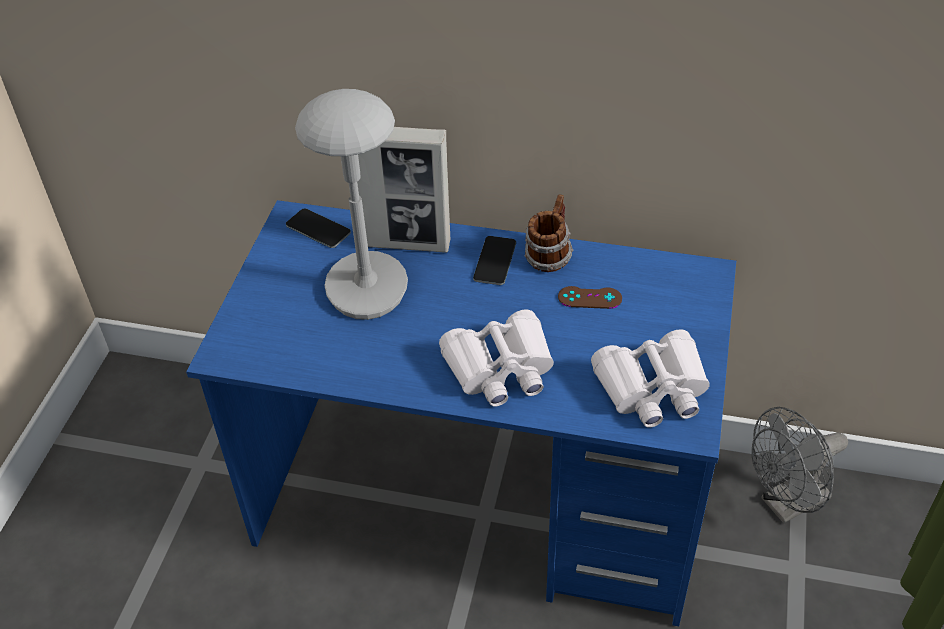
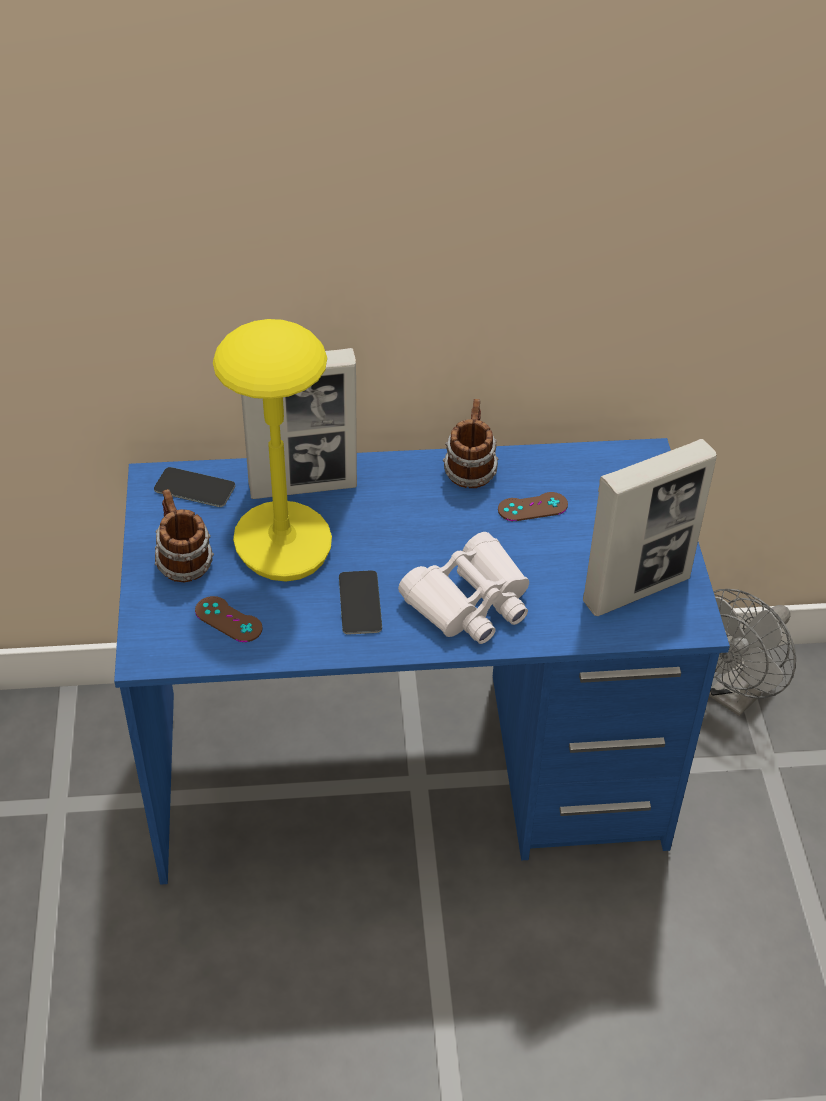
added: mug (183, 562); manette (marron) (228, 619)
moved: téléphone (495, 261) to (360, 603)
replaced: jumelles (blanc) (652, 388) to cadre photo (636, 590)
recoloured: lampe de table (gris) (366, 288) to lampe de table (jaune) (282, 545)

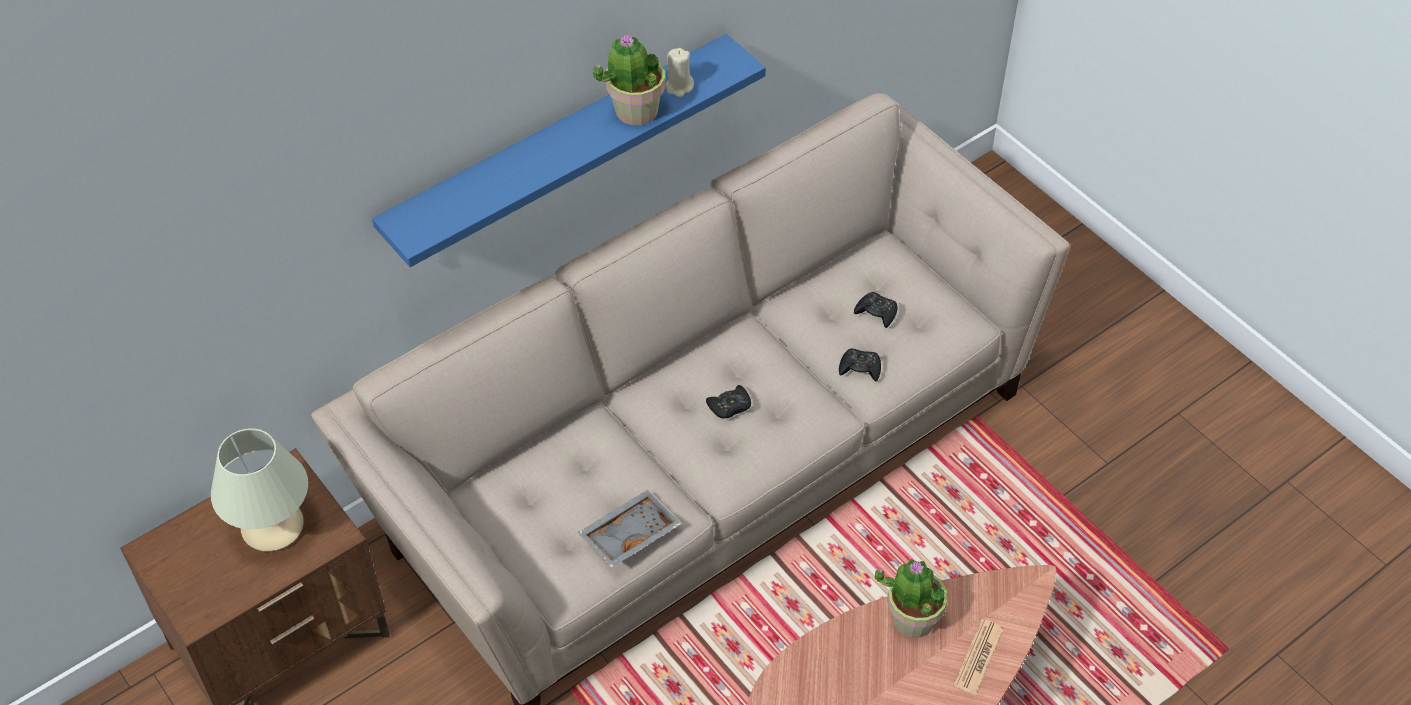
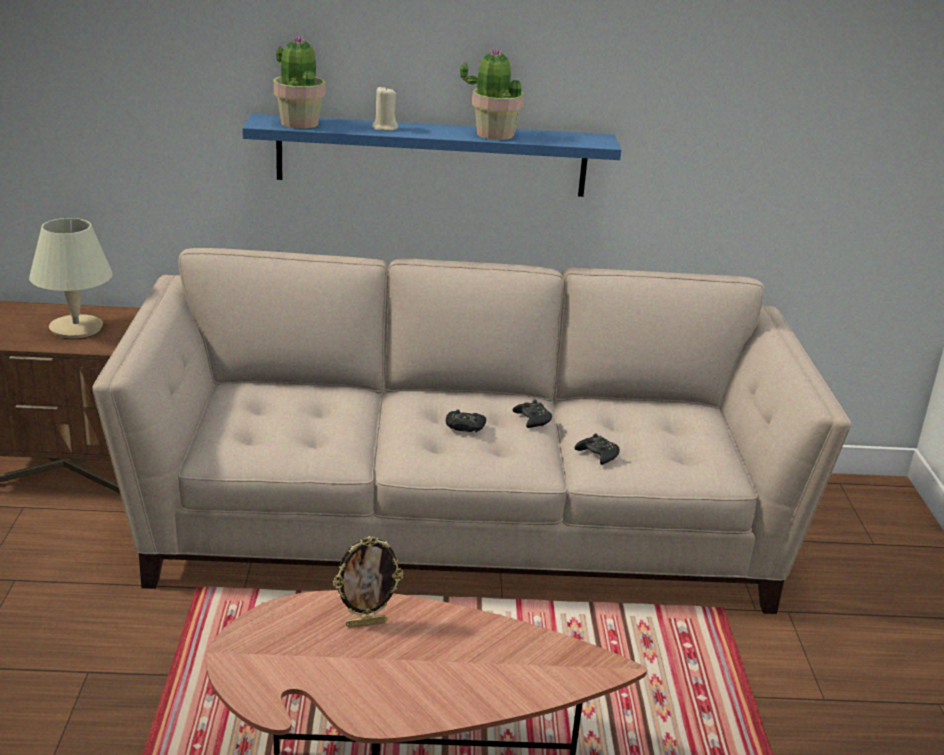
removed: plateau (gris) (628, 534); journal (978, 657)
added: cadre photo (366, 623)
moved: bougie (beige) (679, 87) to (384, 128); manette (noir) (876, 312) to (532, 419); plante en pot (912, 618) to (299, 123)

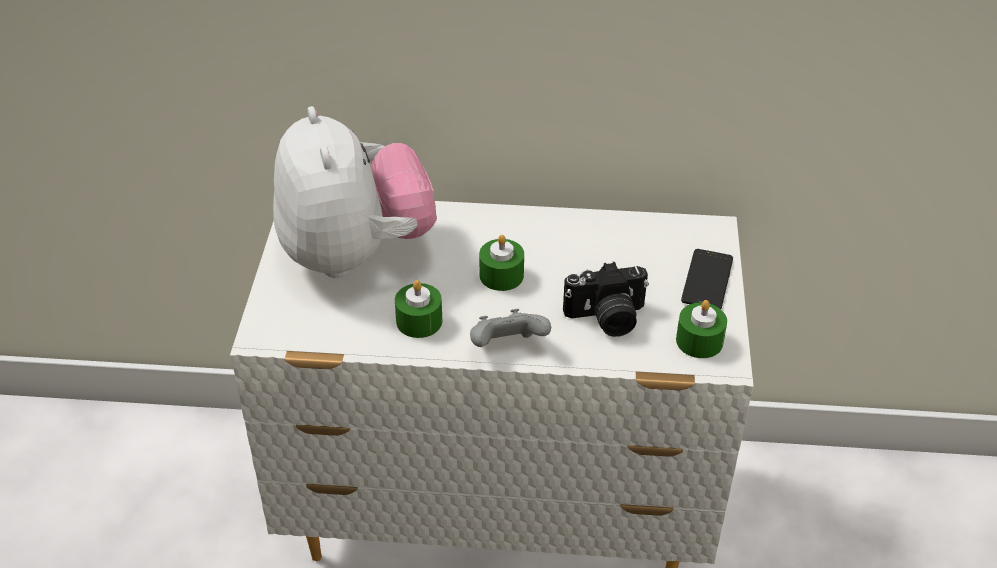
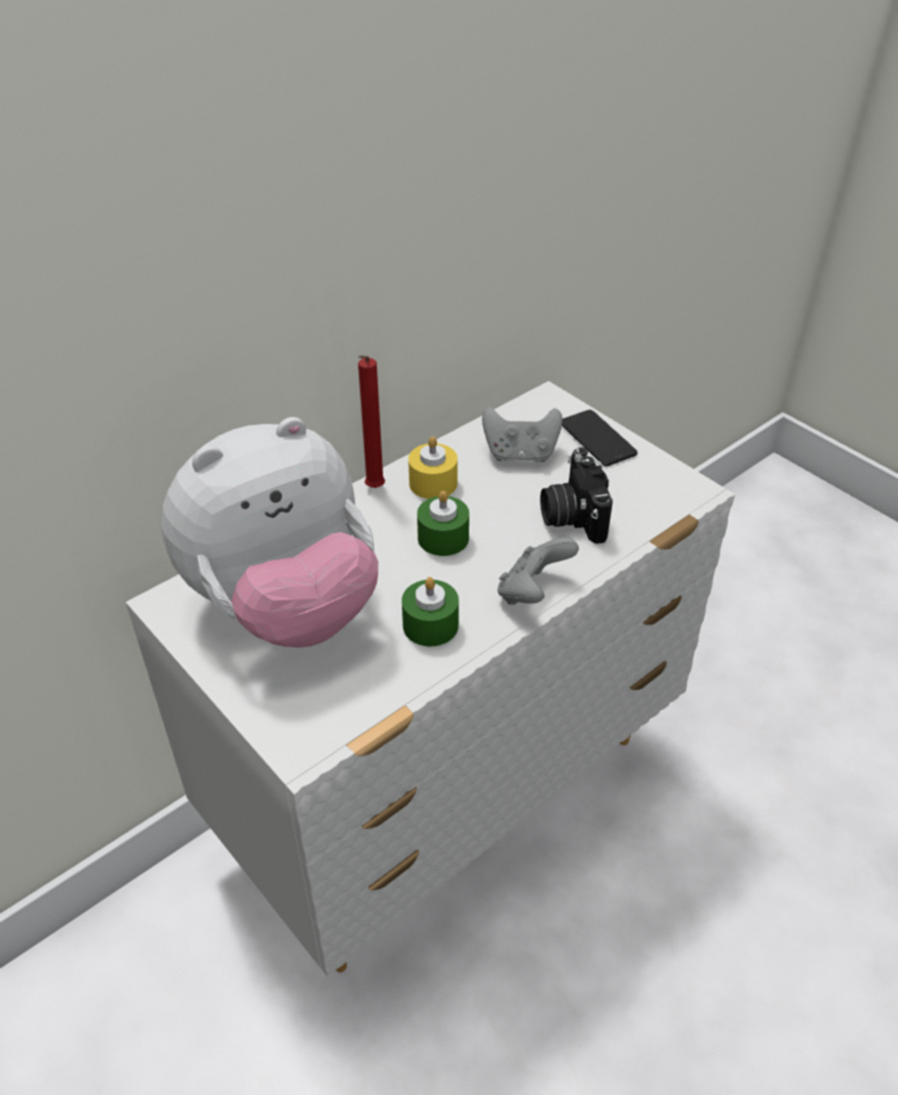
removed: bougie (vert) (699, 341)
added: bougie (rouge) (373, 490); manette (gris) (520, 454); bougie (jaune) (433, 483)
turned: peluche (355, 253) = (285, 607) 120 degrees clockwise; appareil photo (606, 318) = (572, 515) 135 degrees clockwise

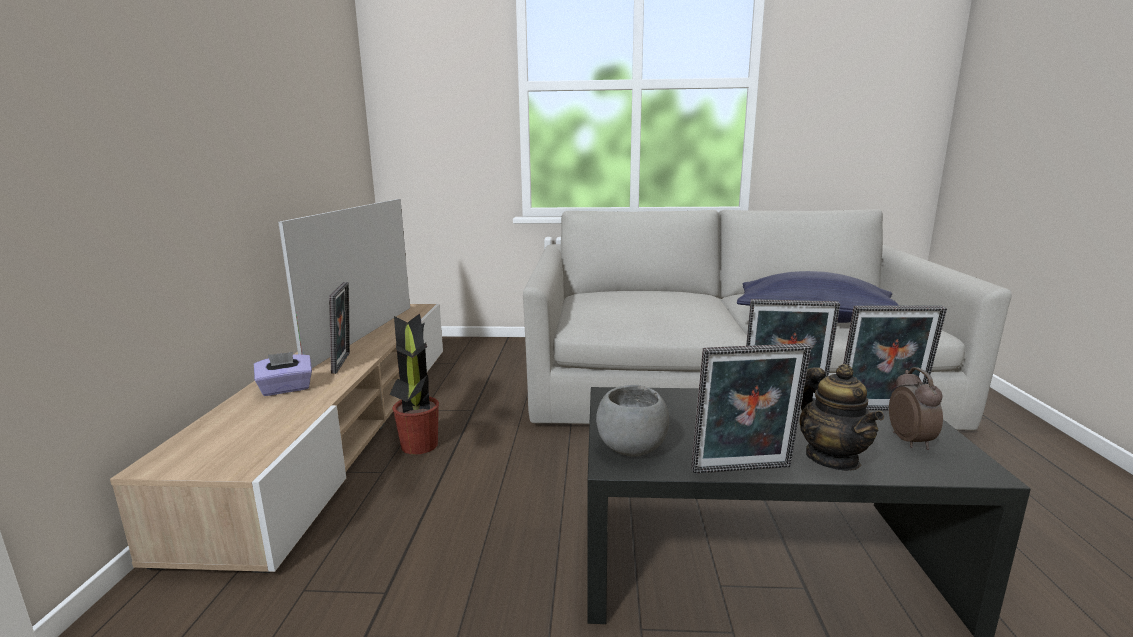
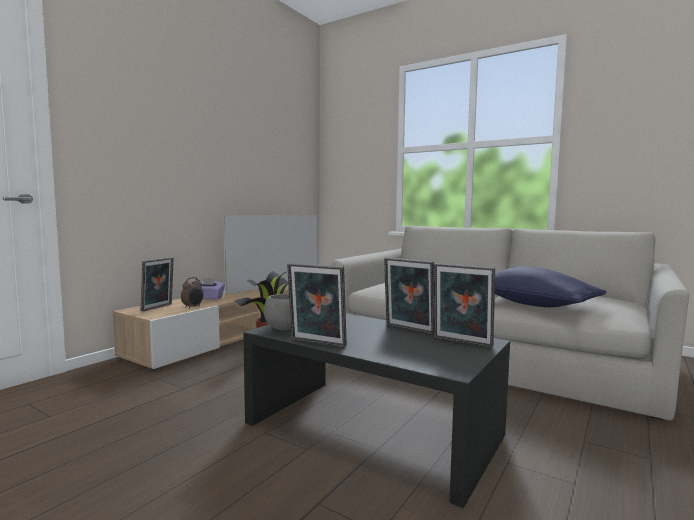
removed: théière (832, 458)
moved: cadre photo (344, 363) to (158, 307); réveil (910, 441) to (193, 307)

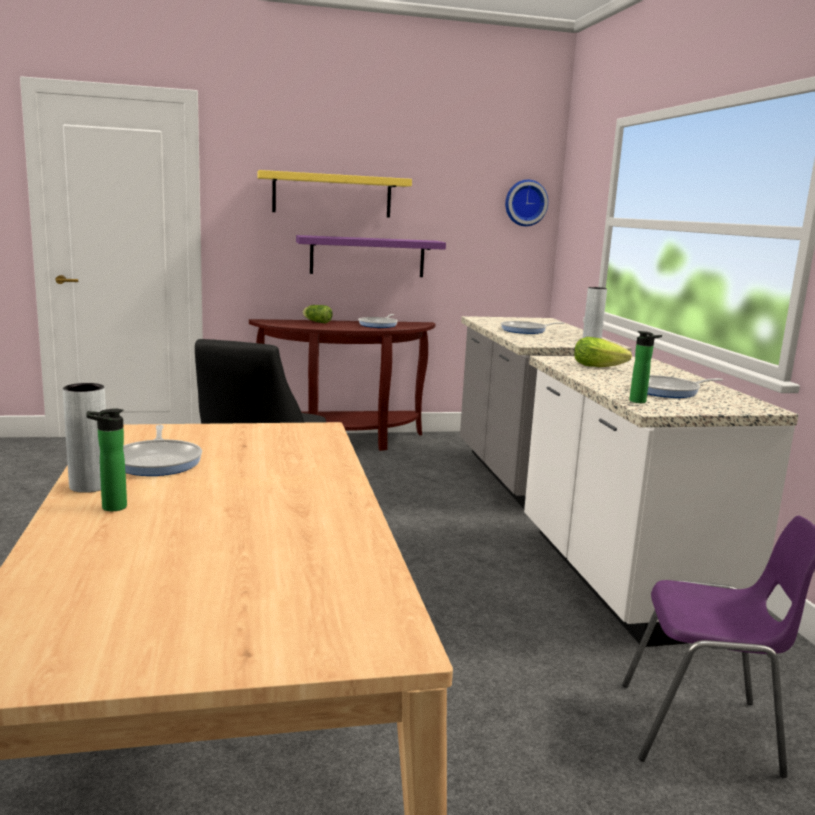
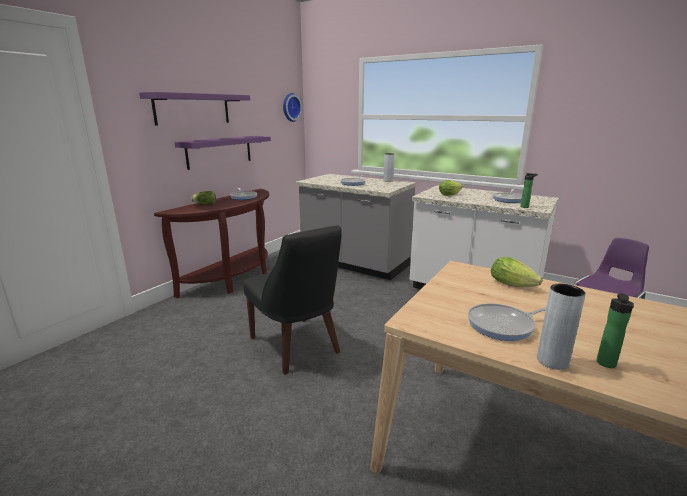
added: laitue (514, 285)
recoloured: étagère (jaune) (332, 195) to étagère (violet) (193, 109)
turned: poêle (158, 461) = (503, 325) 135 degrees clockwise

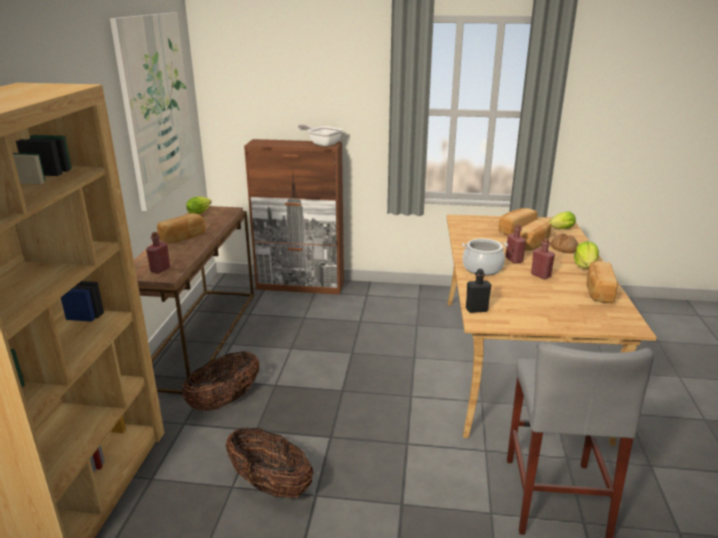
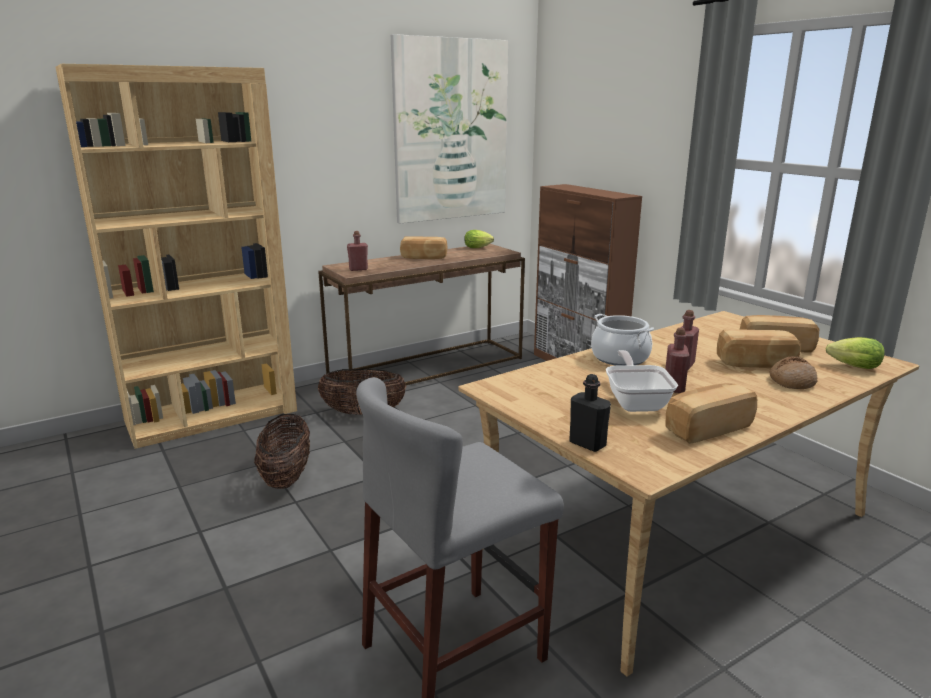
removed: laitue (585, 266)
moved: poêle (322, 143) to (636, 402); bouteille (noir) (476, 309) to (587, 444)

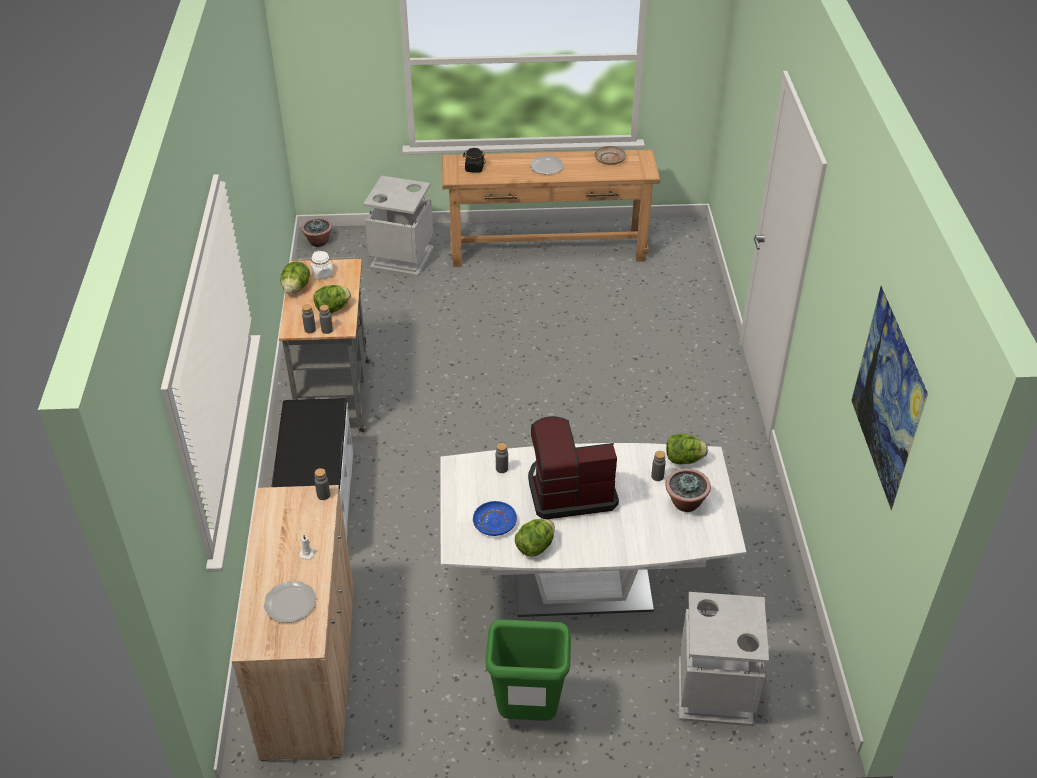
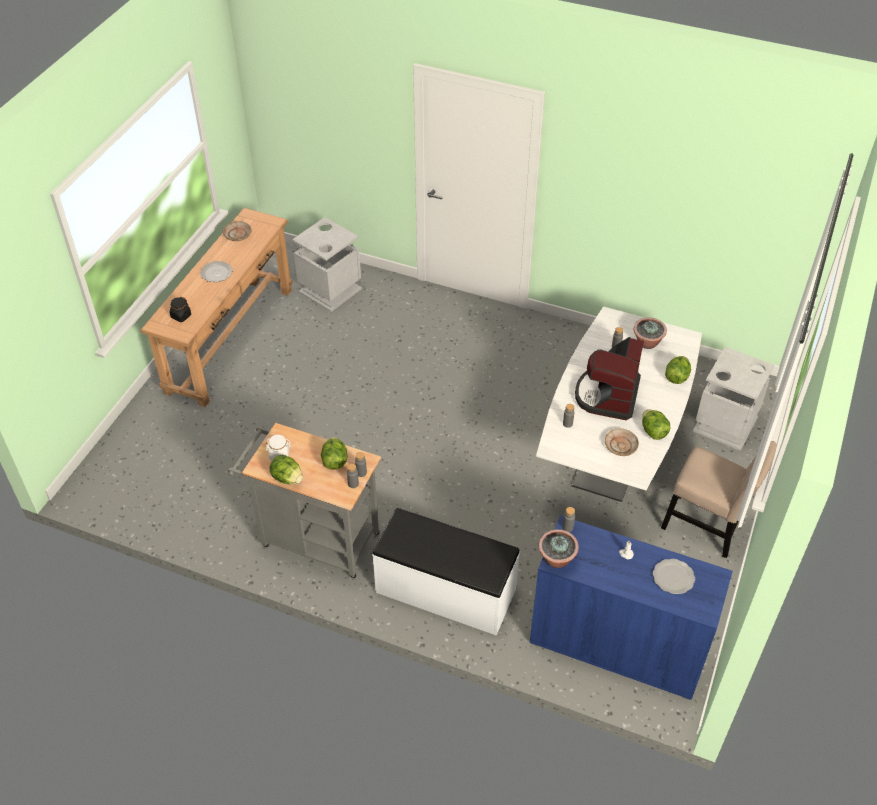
removed: tableau (878, 426)
moved: poubelle (gris) (403, 257) to (330, 290); plante en pot (318, 242) to (556, 559); laitue (684, 459) to (676, 377)
replaced: poubelle (vert) (527, 714) to chaise (beige) (706, 526)
recoloured: meuble de rangement (beige) (310, 670) to meuble de rangement (bleu) (617, 644); assiette (bleu) (495, 523) to assiette (beige) (621, 445)

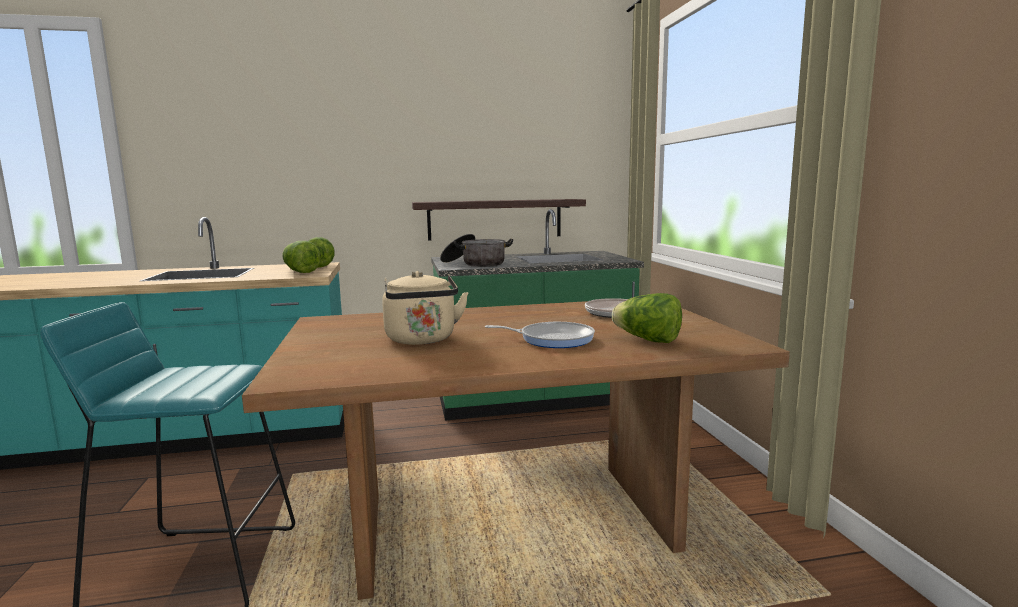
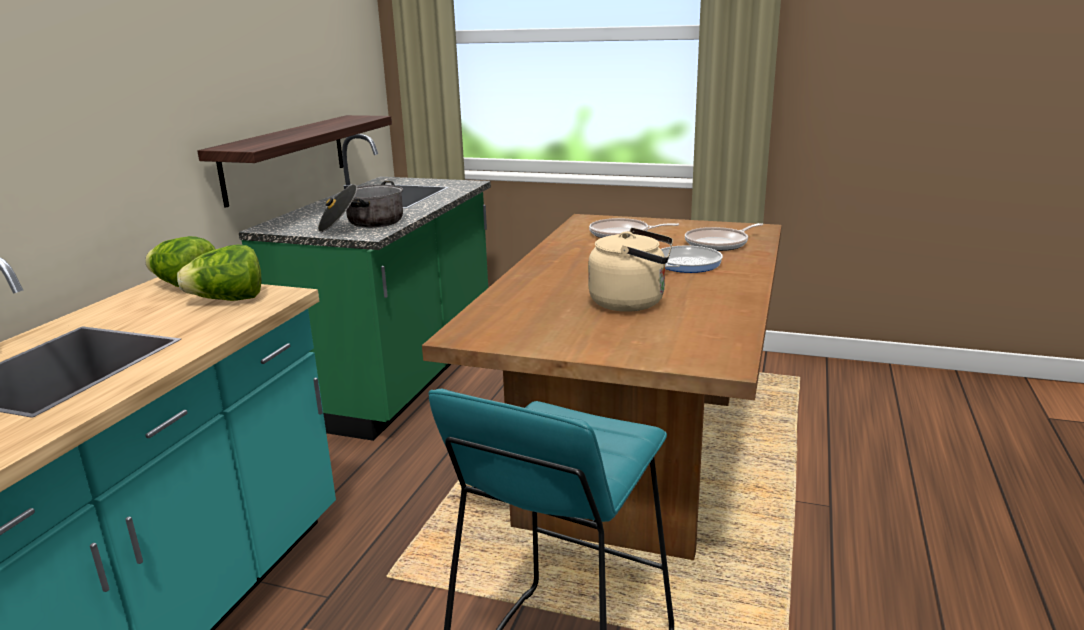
replaced: laitue (648, 340) to poêle (719, 244)

